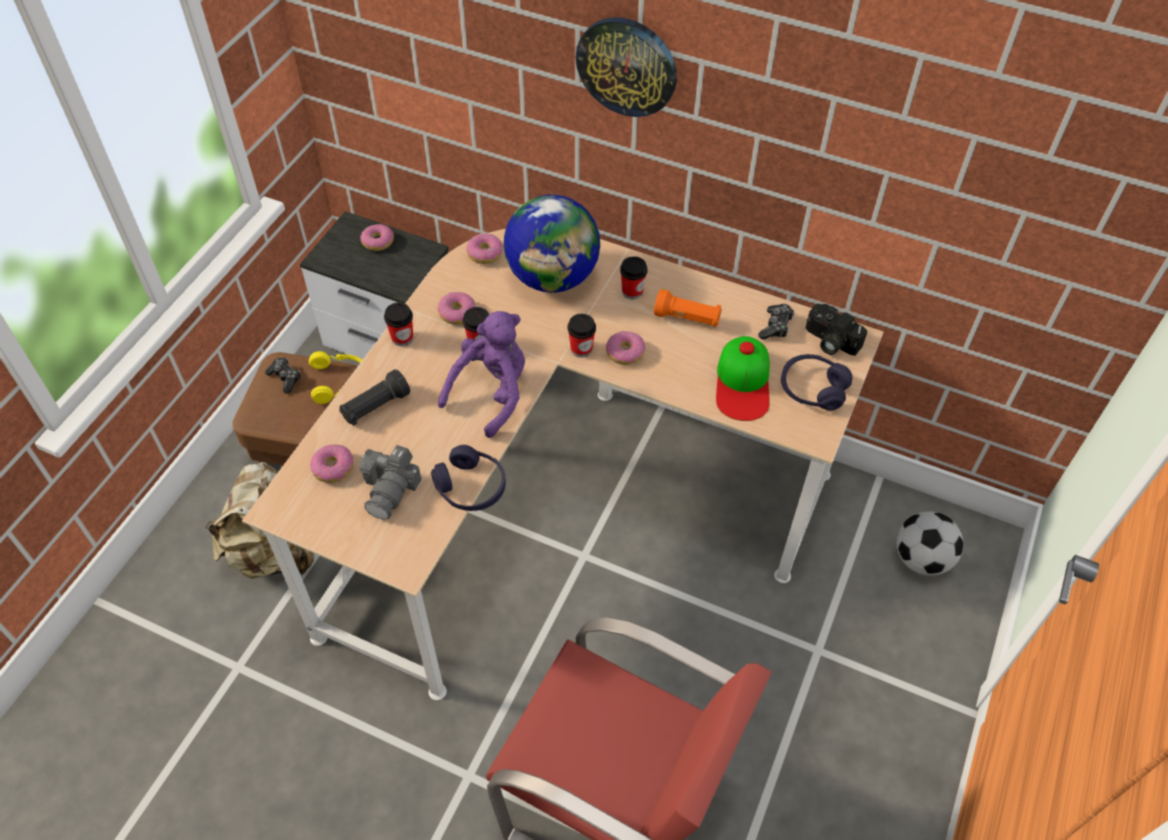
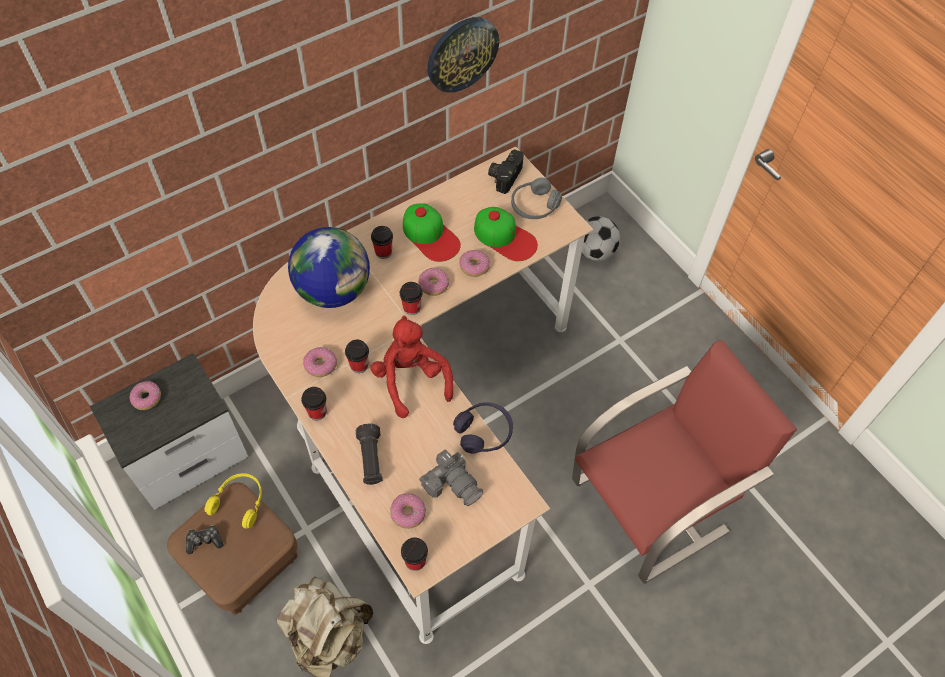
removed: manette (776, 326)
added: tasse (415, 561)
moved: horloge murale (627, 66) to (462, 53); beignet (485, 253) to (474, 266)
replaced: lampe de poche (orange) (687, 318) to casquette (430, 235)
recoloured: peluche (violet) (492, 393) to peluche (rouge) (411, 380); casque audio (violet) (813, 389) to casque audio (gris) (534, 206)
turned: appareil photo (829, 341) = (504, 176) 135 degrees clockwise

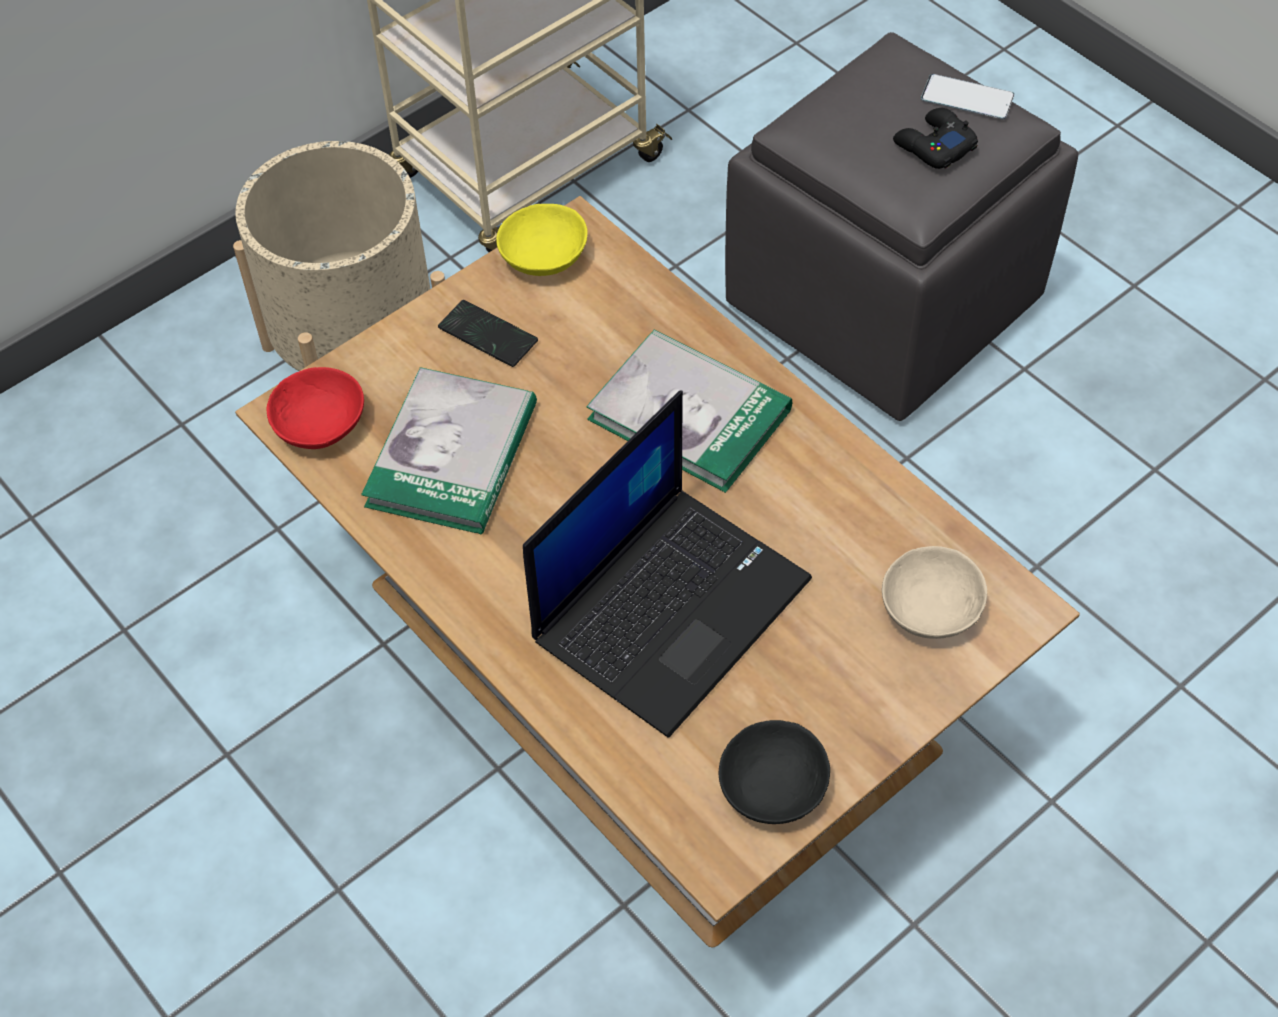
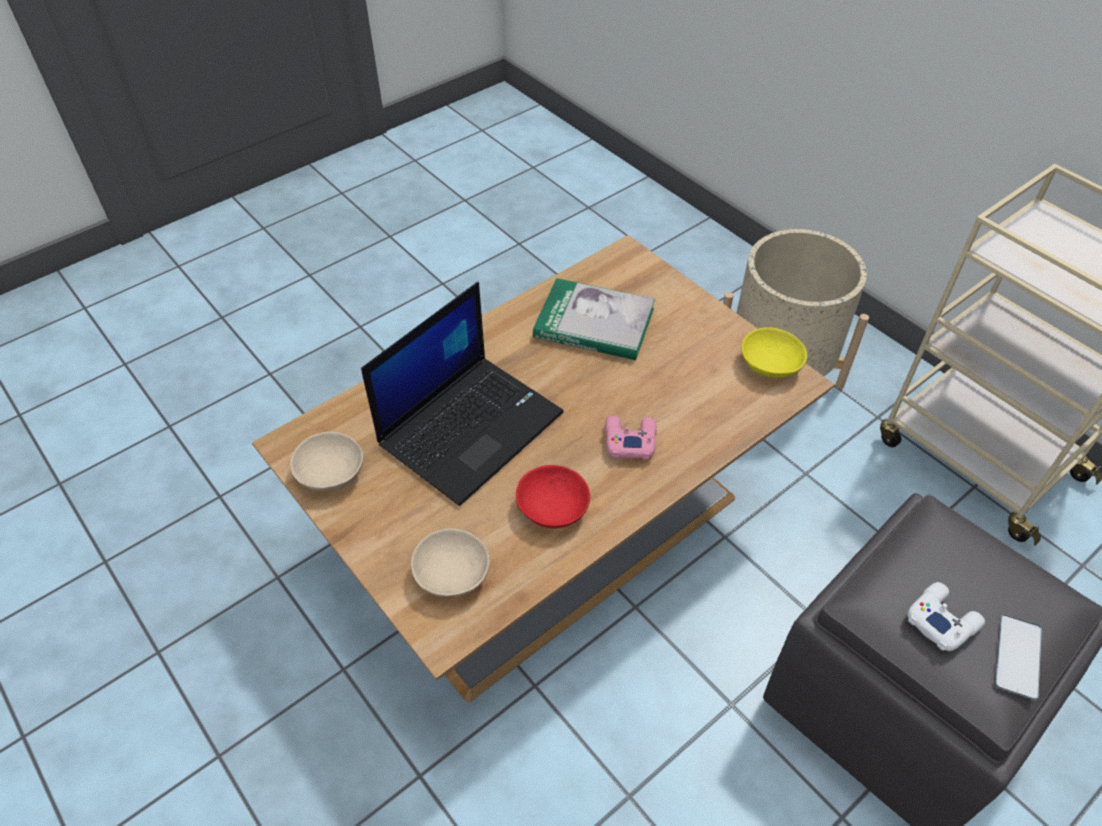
removed: téléphone (488, 335)
moved: bol (rouge) (321, 426) to (550, 509)
replaced: livre (689, 414) to manette (rose) (629, 440)
recoloured: manette (noir) (933, 146) to manette (blanc) (941, 620); bol (noir) (770, 783) to bol (beige) (333, 471)
turned: ordinateur portable (671, 606) = (471, 426) 90 degrees counterclockwise

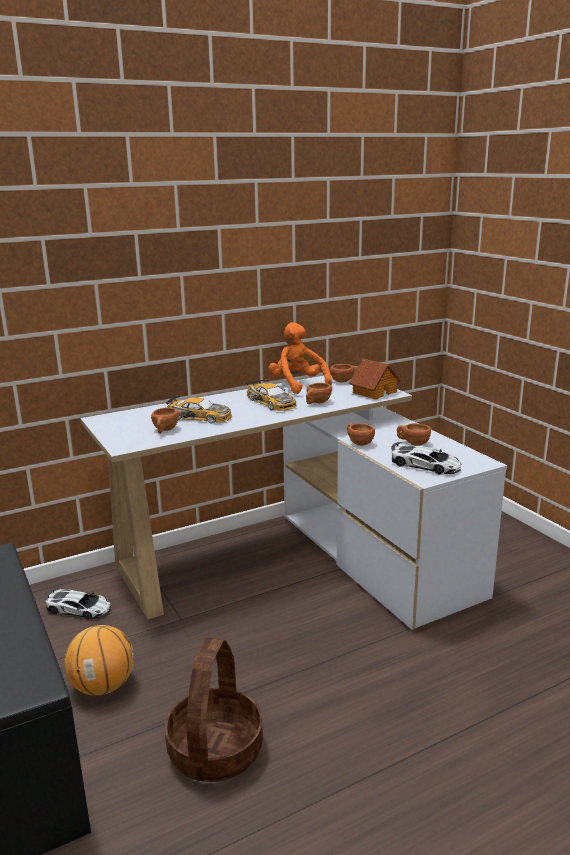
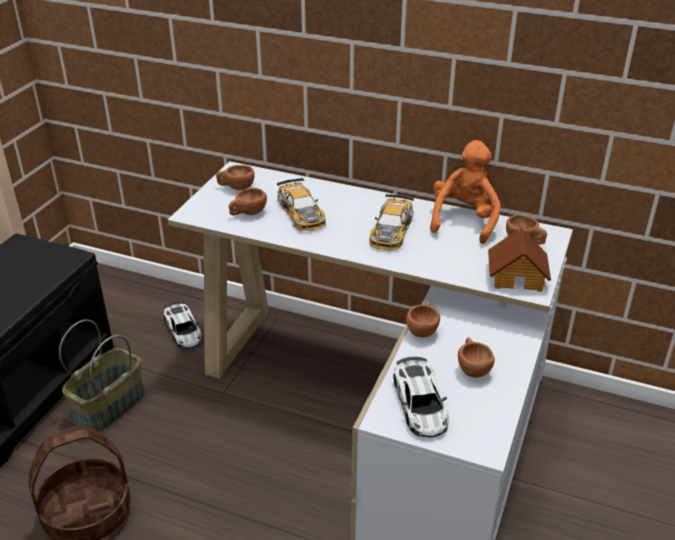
moved: tasse (marron) (316, 403) to (236, 187)
replaced: ballon de basket (103, 686) to panier (109, 405)

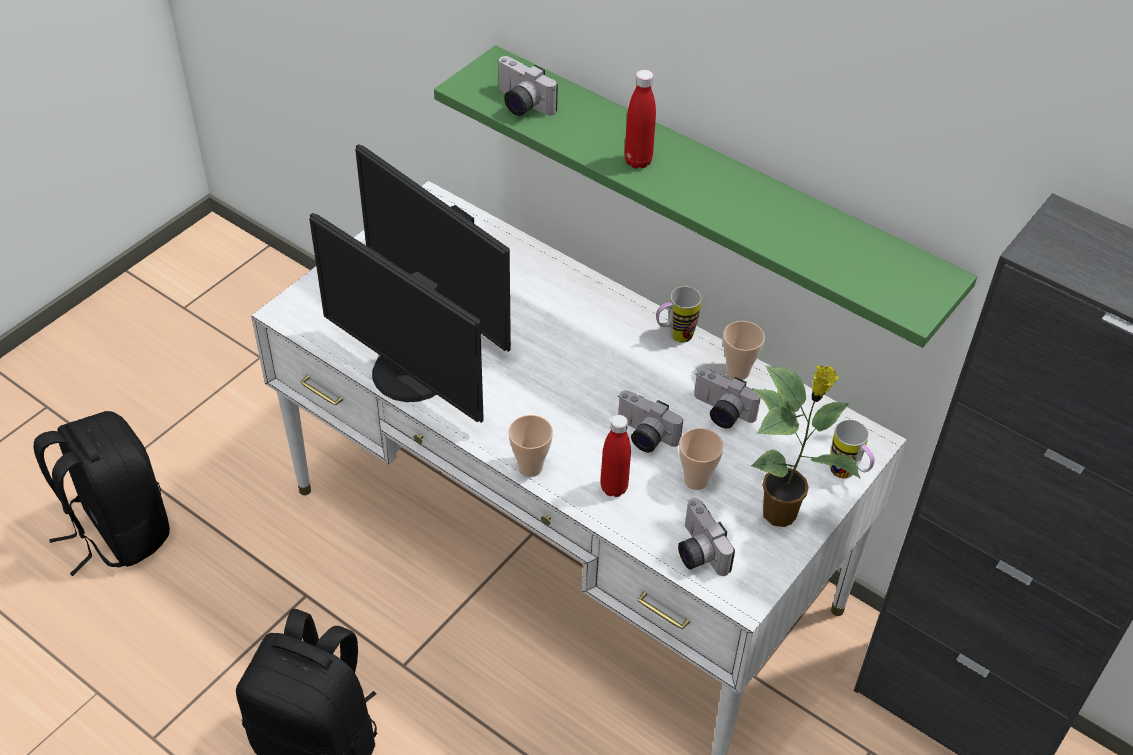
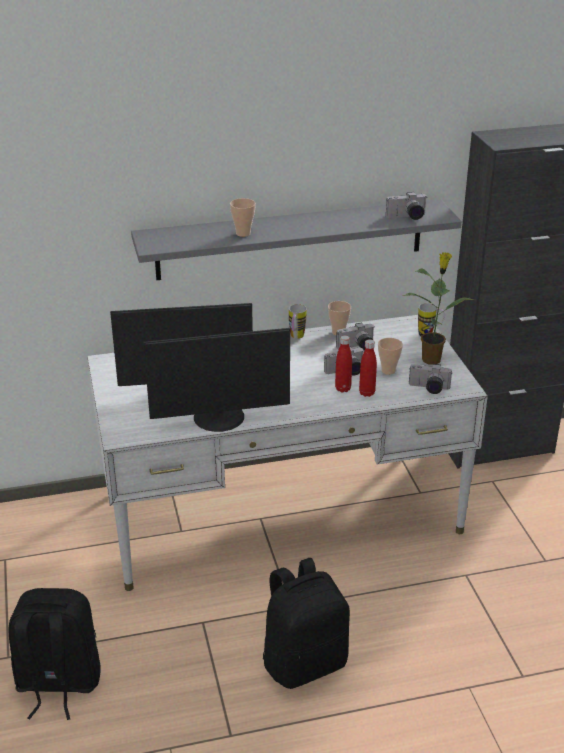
moved: appareil photo (520, 104) to (407, 217); bouteille (rouge) (638, 161) to (343, 389); tasse (530, 467) to (243, 233)
recoloured: étagère (vert) (712, 189) to étagère (gris) (290, 239)

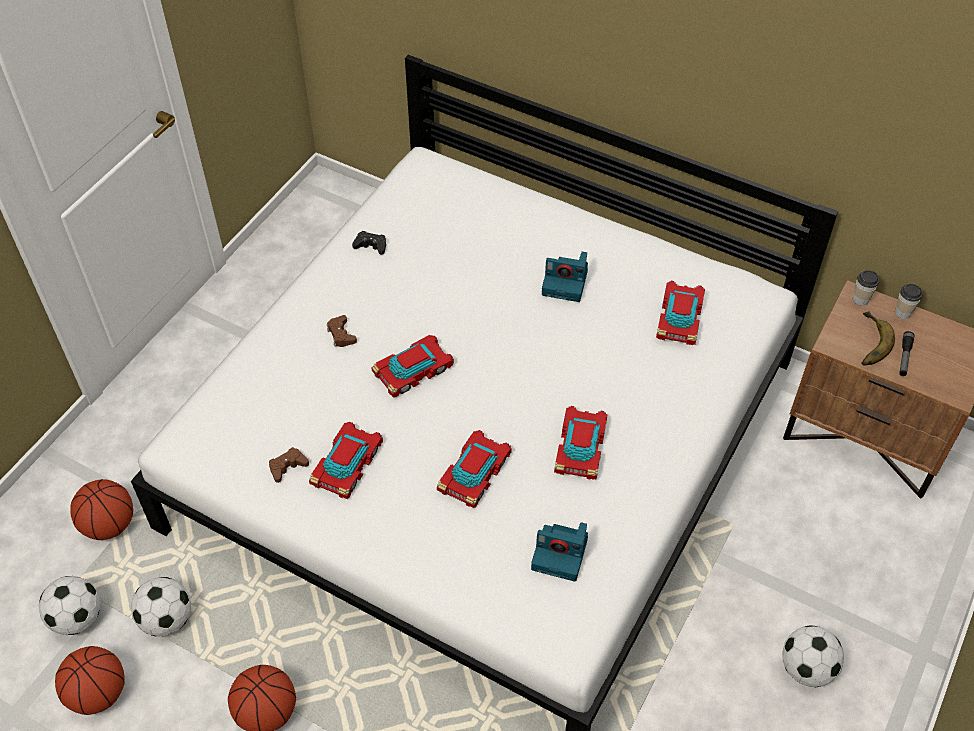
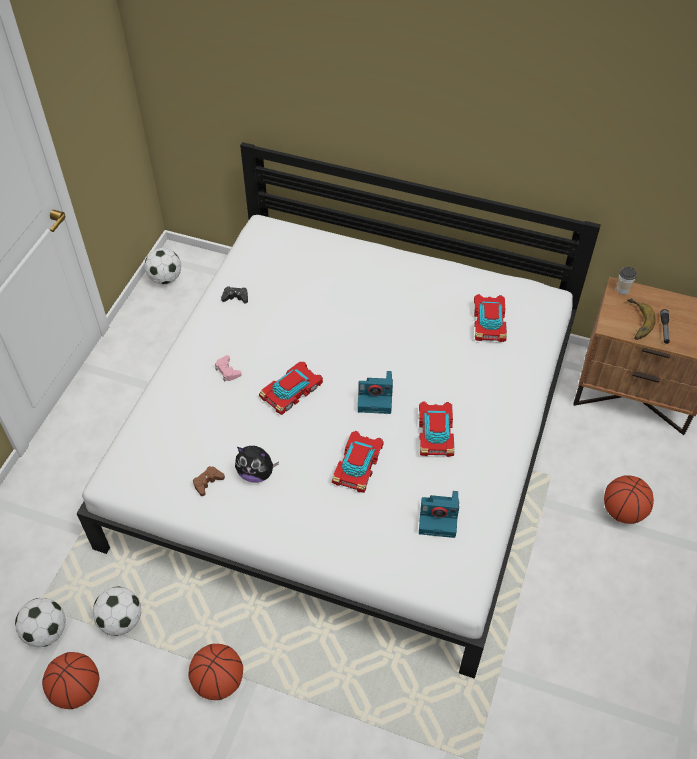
removed: tasse (902, 312)
moved: appareil photo (566, 283) to (376, 398); ballon de basket (109, 525) to (623, 512); ballon de foot (807, 668) to (166, 278)
replaced: petite voiture (348, 465) to peluche (256, 473)
recoloured: manette (marron) (341, 334) to manette (rose) (227, 371)

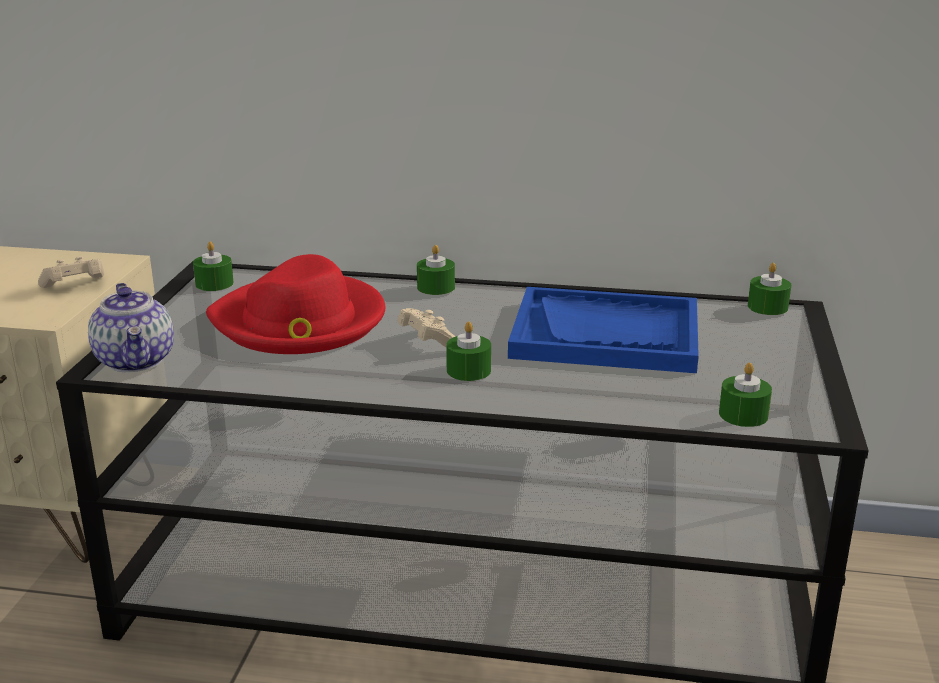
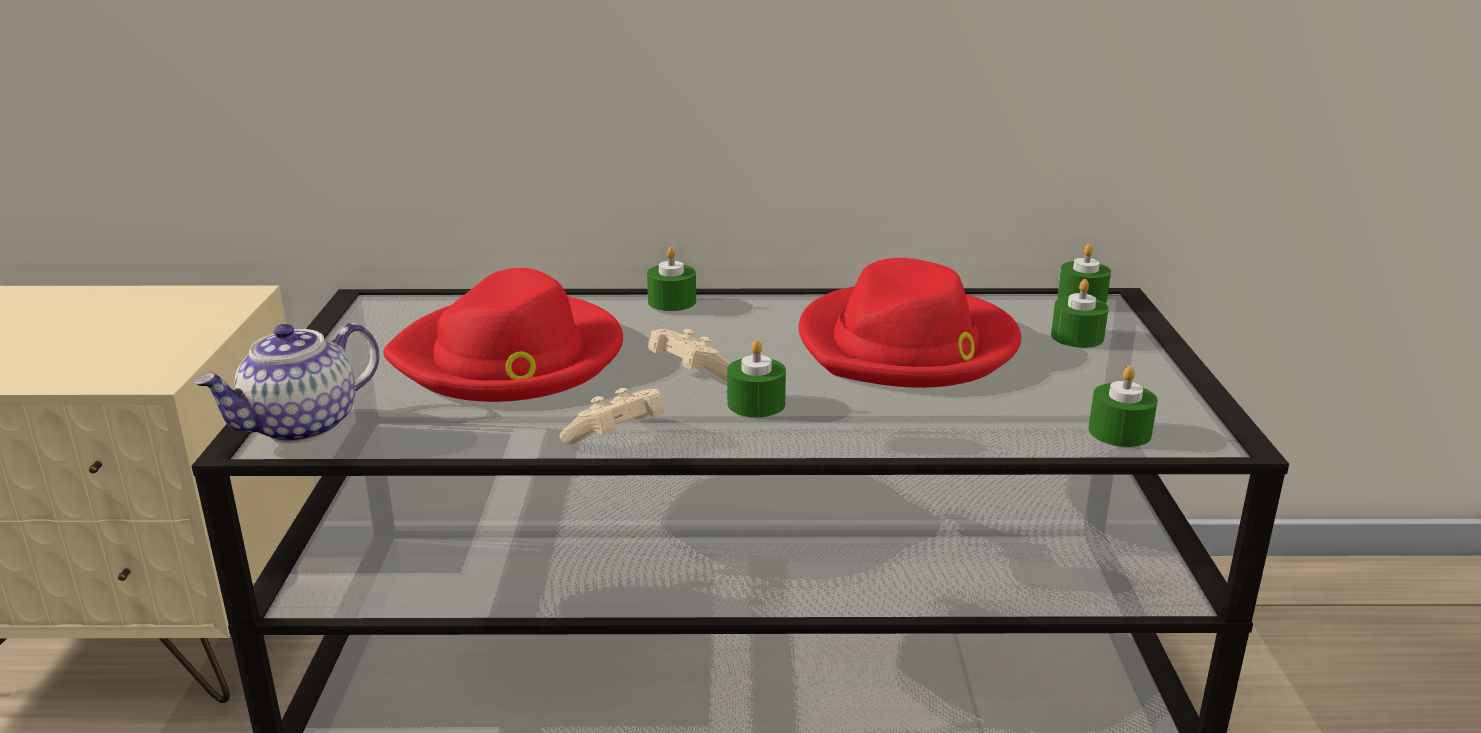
moved: bougie (vert) (214, 284) to (1077, 337); manette (beige) (75, 286) to (617, 437)
replaced: plateau (bleu) (606, 335) to chapeau (rouge) (907, 345)
turned: théière (137, 361) = (302, 426) 75 degrees clockwise

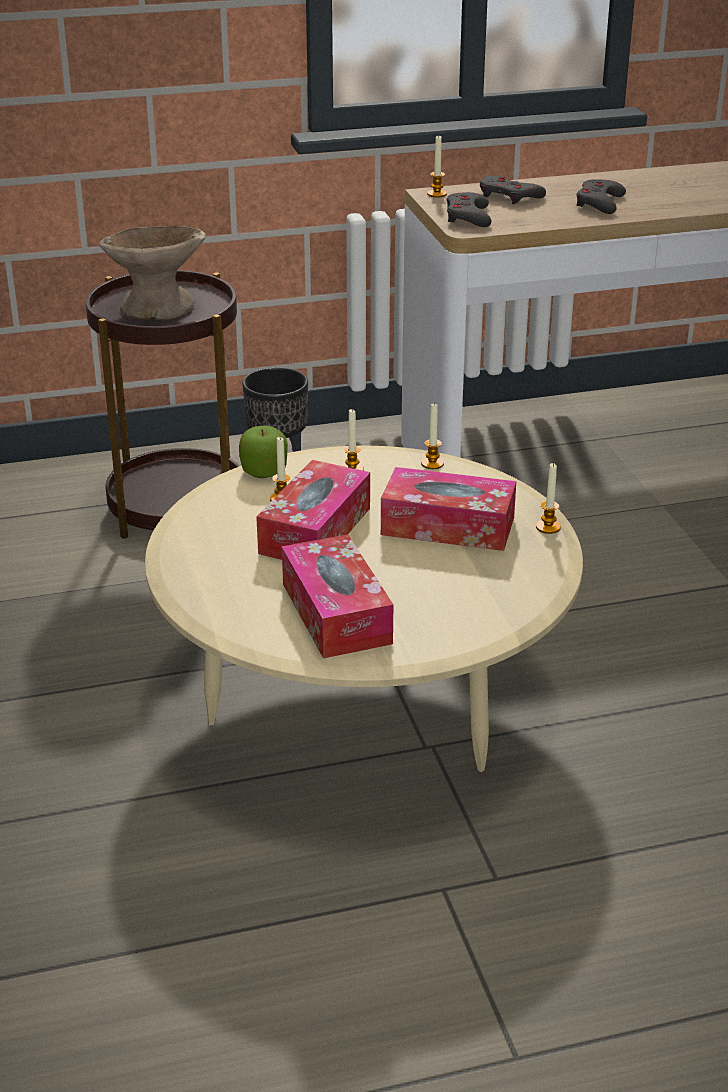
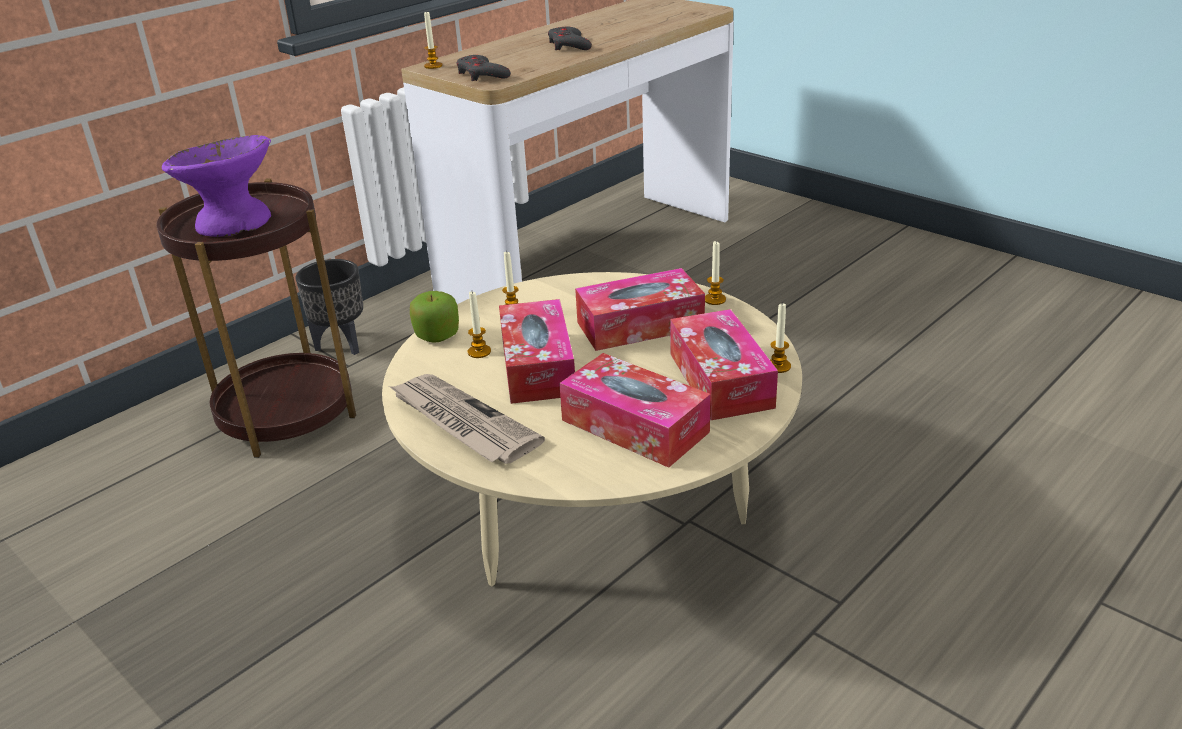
removed: manette (gris) (509, 196)
added: boîte à mouchoirs (720, 380); journal (462, 422)
moved: bougie (432, 463) to (778, 366)
recoloured: bol (beige) (157, 307) to bol (violet) (233, 222)

